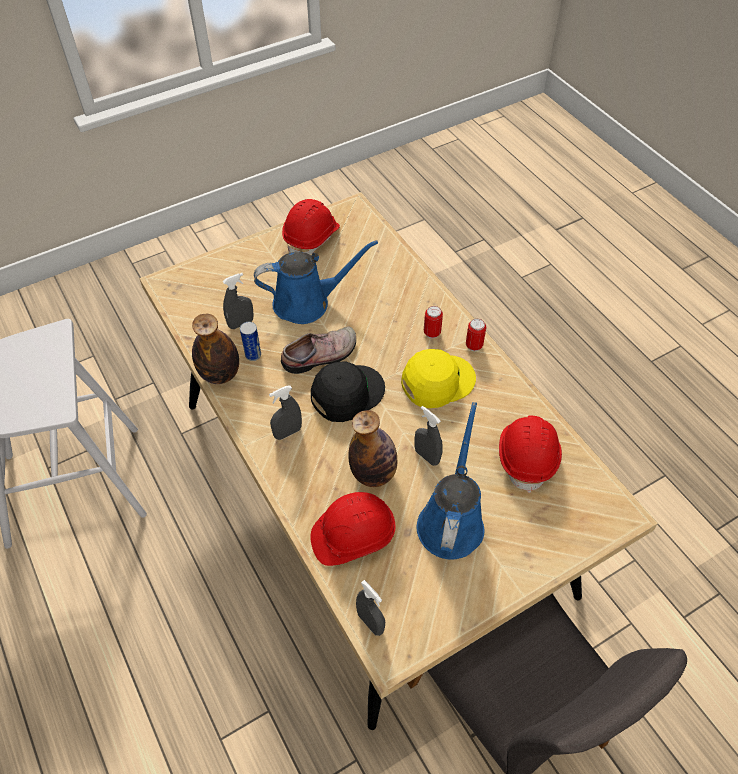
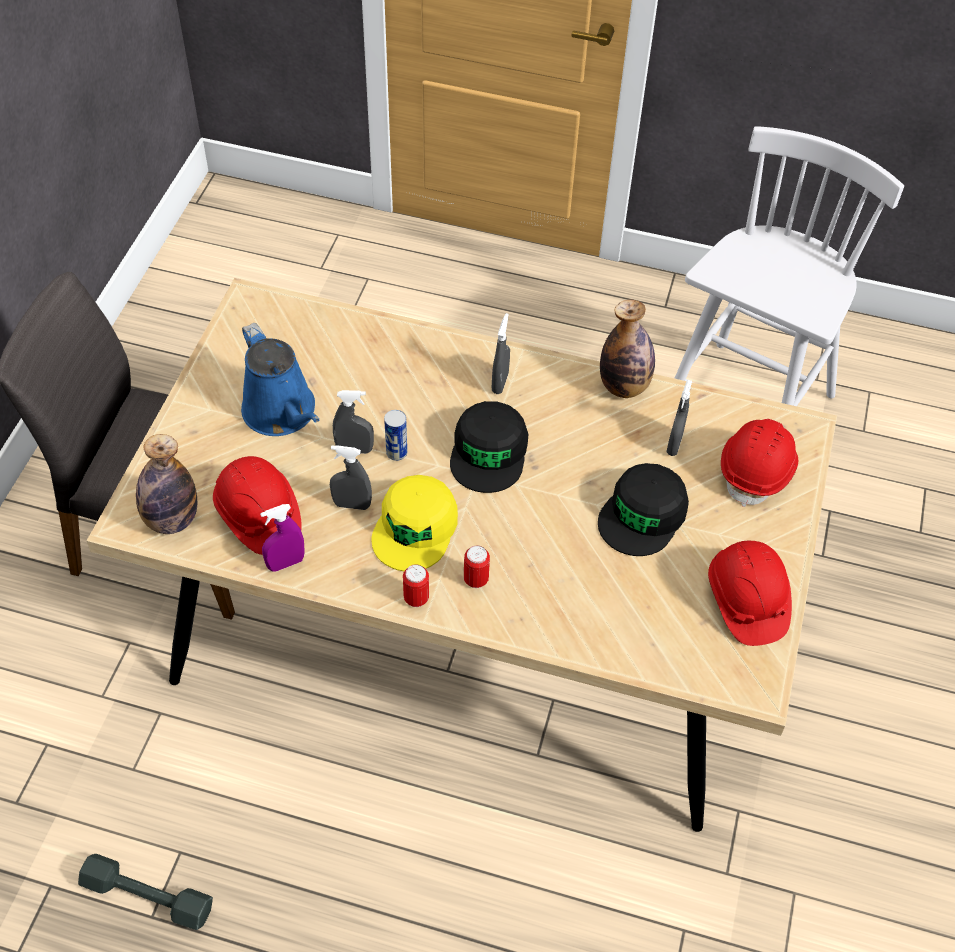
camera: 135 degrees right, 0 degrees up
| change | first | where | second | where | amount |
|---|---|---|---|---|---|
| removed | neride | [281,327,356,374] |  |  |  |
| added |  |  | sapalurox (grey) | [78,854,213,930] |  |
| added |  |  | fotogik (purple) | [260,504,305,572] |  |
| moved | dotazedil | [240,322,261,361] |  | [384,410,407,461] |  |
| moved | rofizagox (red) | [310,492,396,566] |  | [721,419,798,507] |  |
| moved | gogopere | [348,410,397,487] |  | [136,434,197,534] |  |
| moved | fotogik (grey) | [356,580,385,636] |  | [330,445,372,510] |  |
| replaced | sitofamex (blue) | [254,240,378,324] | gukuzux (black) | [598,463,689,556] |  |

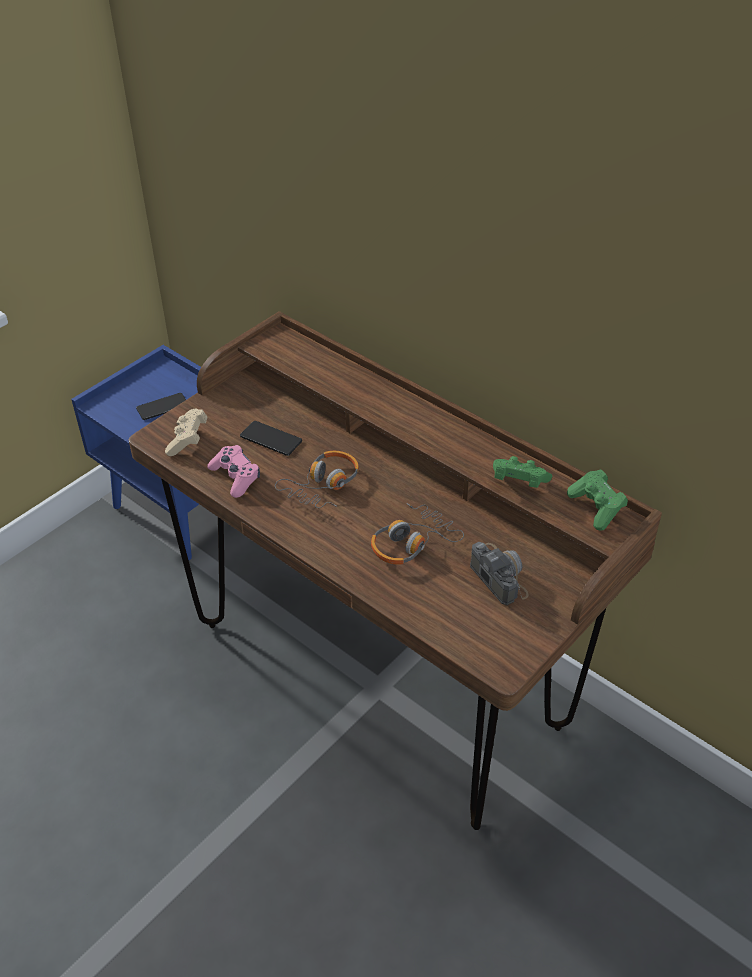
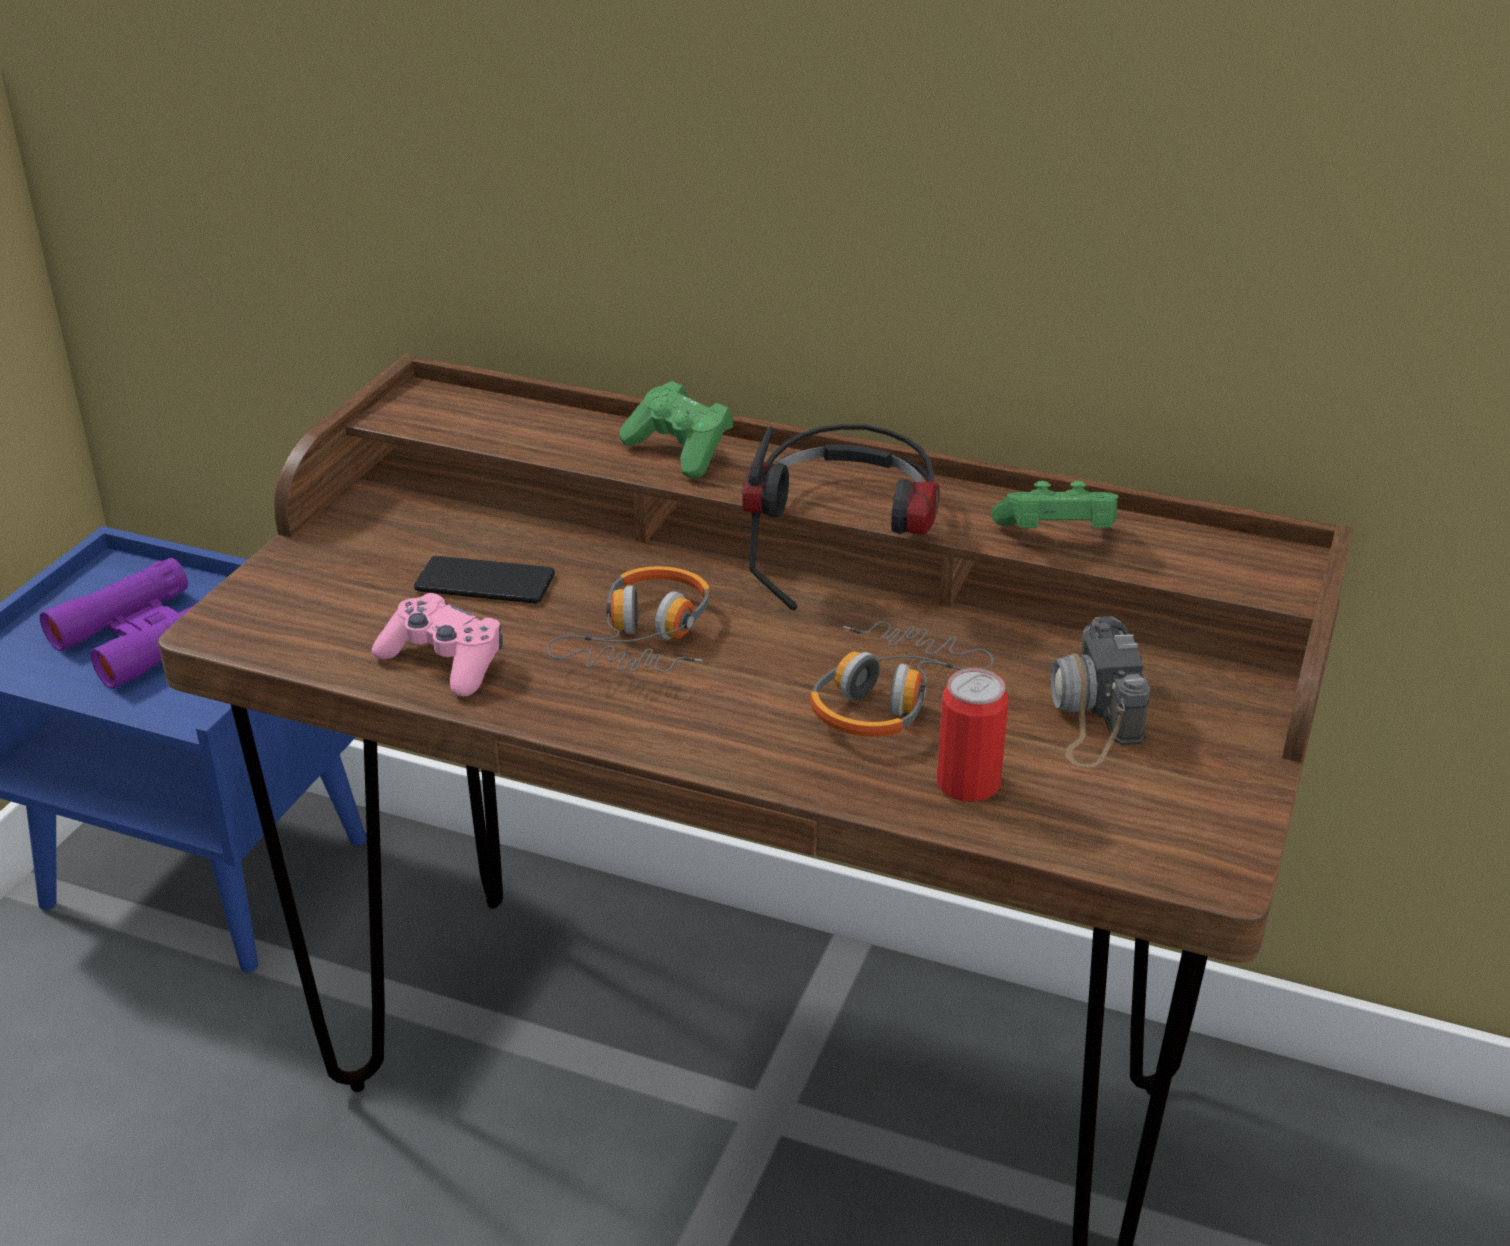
camera: 20 degrees left, 10 degrees down
| change | first | where | second | where | amount |
|---|---|---|---|---|---|
| removed | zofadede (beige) | [165,409,208,456] |  |  |  |
| added |  |  | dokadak | [742,424,940,610] |  |
| added |  |  | dotazedil | [937,668,1008,802] |  |
| moved | zofadede (green) | [567,469,628,531] |  | [620,381,733,479] |  |
| replaced | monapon | [136,393,186,420] | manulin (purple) | [40,558,203,689] |  |
| turned | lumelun | [470,542,529,605] |  | [1051,616,1150,767] | 135 degrees counterclockwise |

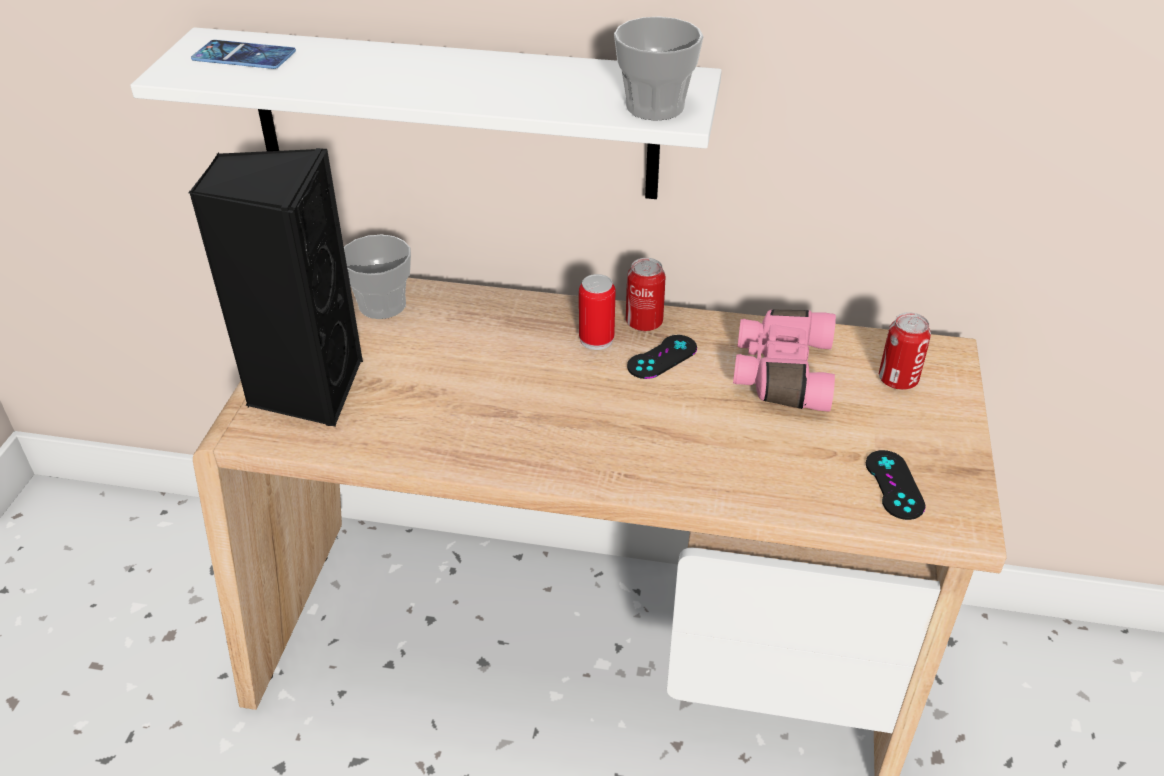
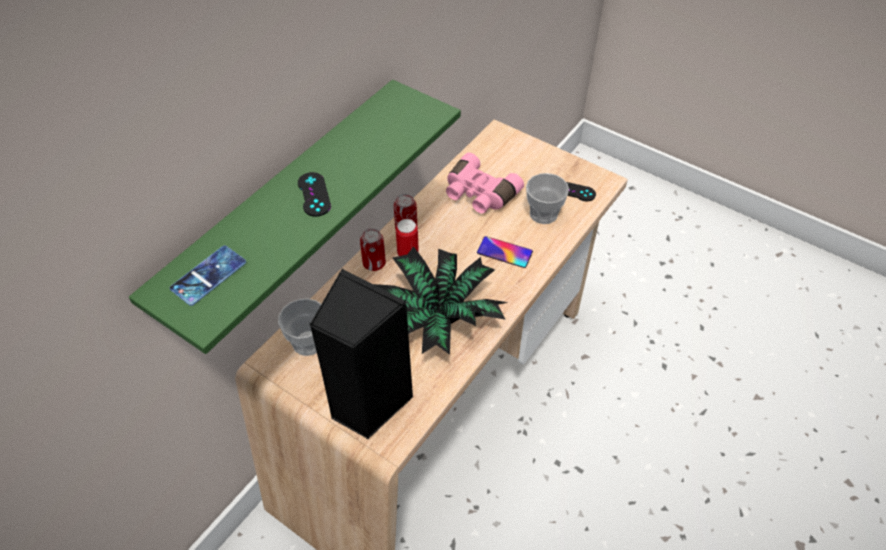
camera: 65 degrees left, 10 degrees up
| change | first | where | second | where | amount |
|---|---|---|---|---|---|
| added |  |  | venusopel | [374,247,508,355] |  |
| added |  |  | monapon | [477,236,533,268] |  |
| moved | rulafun | [614,17,704,121] |  | [526,173,569,224] |  |
| moved | zofadede (black) | [627,335,697,379] |  | [298,172,331,217] |  |
| moved | dotazedil | [879,312,931,390] |  | [360,228,386,271] |  |
| recoloured | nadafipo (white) | [130,27,722,199] | nadafipo (green) | [129,80,461,354] |  |

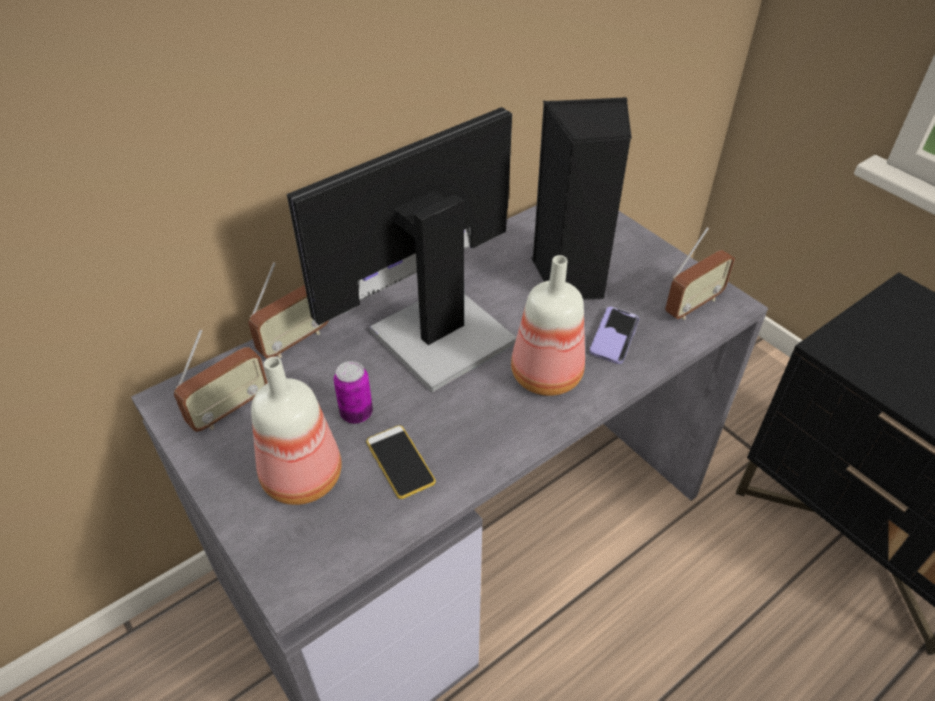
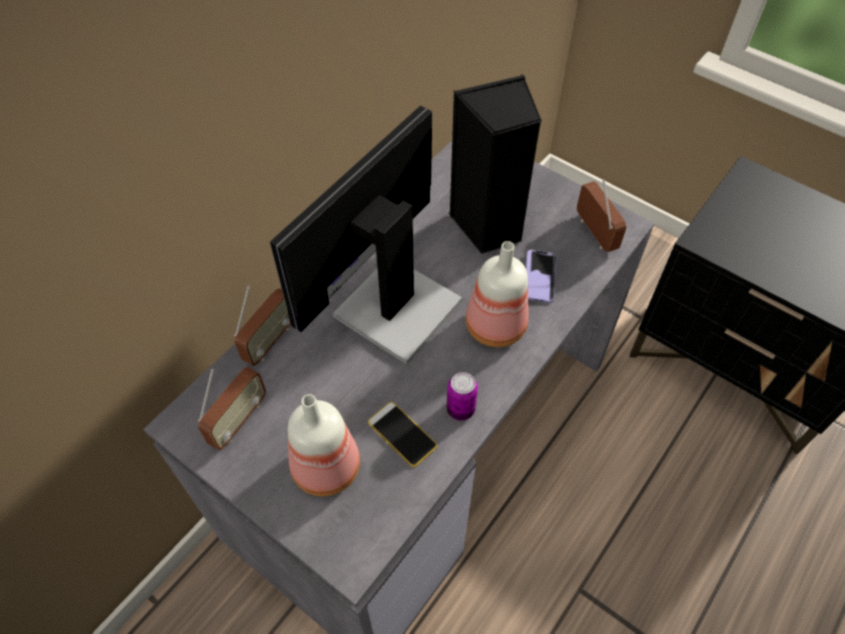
camera: 15 degrees left, 10 degrees up
| change | first | where | second | where | amount |
|---|---|---|---|---|---|
| moved | dotazedil | [334,361,373,424] |  | [447,372,478,421] |  |
| turned | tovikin | [665,227,735,320] |  | [577,179,626,252] | 60 degrees counterclockwise |

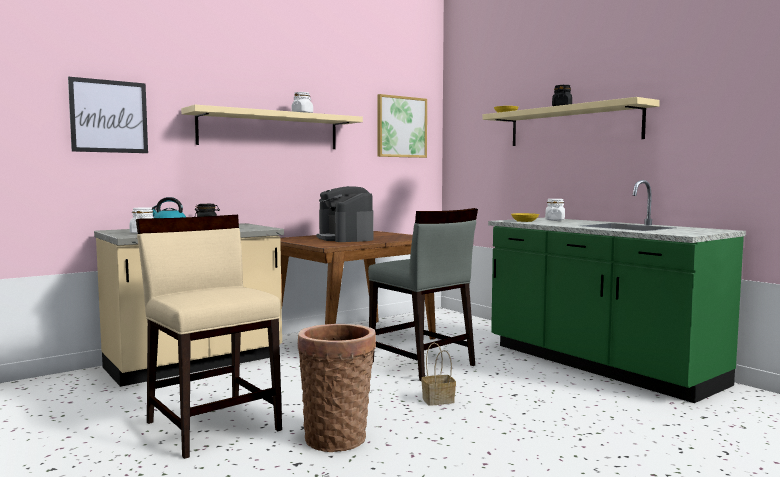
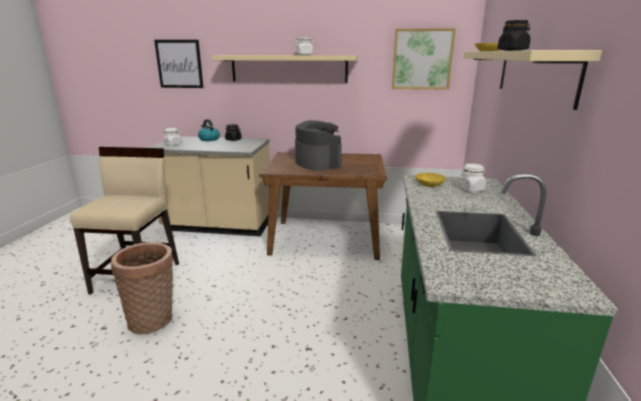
camera: 45 degrees right, 15 degrees up
| change | first | where | second | where | amount |
|---|---|---|---|---|---|
| removed | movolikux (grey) | [368,208,478,381] |  |  |  |
| removed | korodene | [421,343,456,406] |  |  |  |
| turned | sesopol | [317,186,374,242] |  | [295,120,342,171] | 135 degrees clockwise |

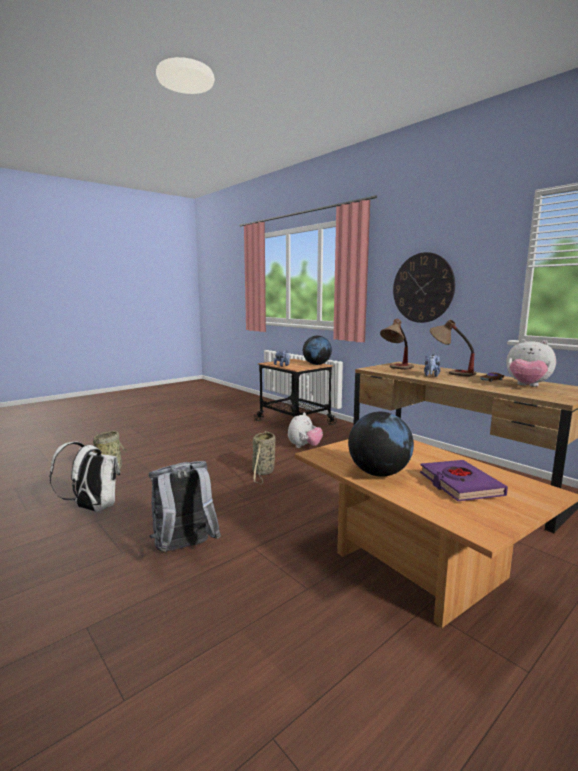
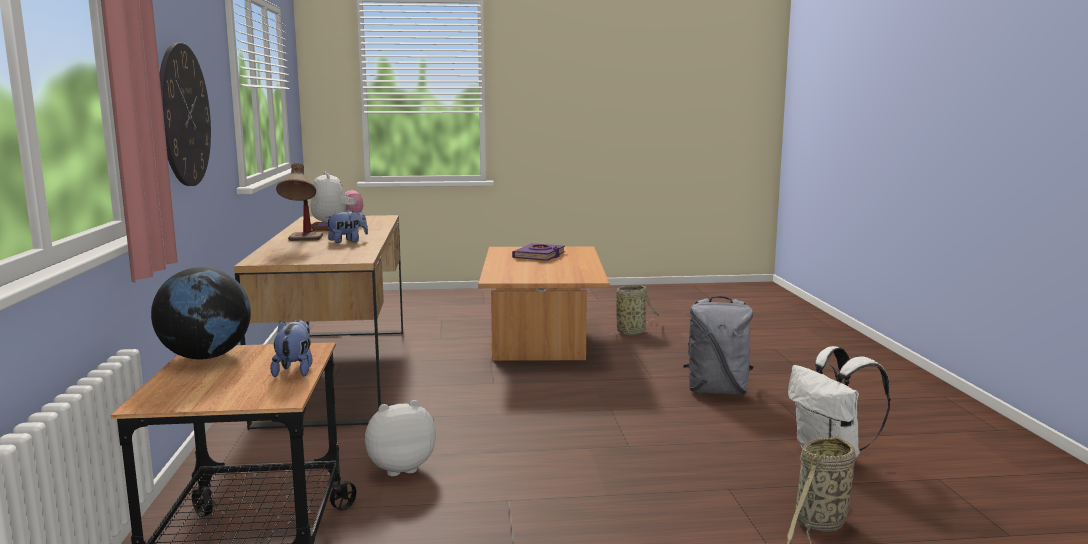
camera: 145 degrees left, 0 degrees up
| change | first | where | second | where | amount |
|---|---|---|---|---|---|
| removed | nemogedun | [348,412,414,477] |  |  |  |
| removed | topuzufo | [380,319,414,370] |  |  |  |
| moved | korodene | [252,431,276,484] |  | [609,285,659,336] |  |

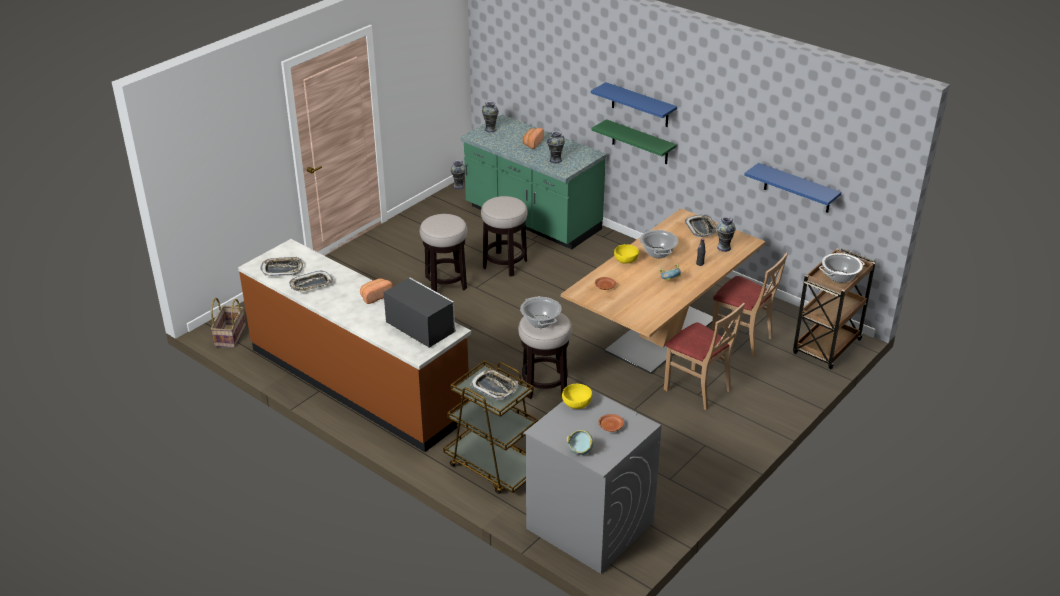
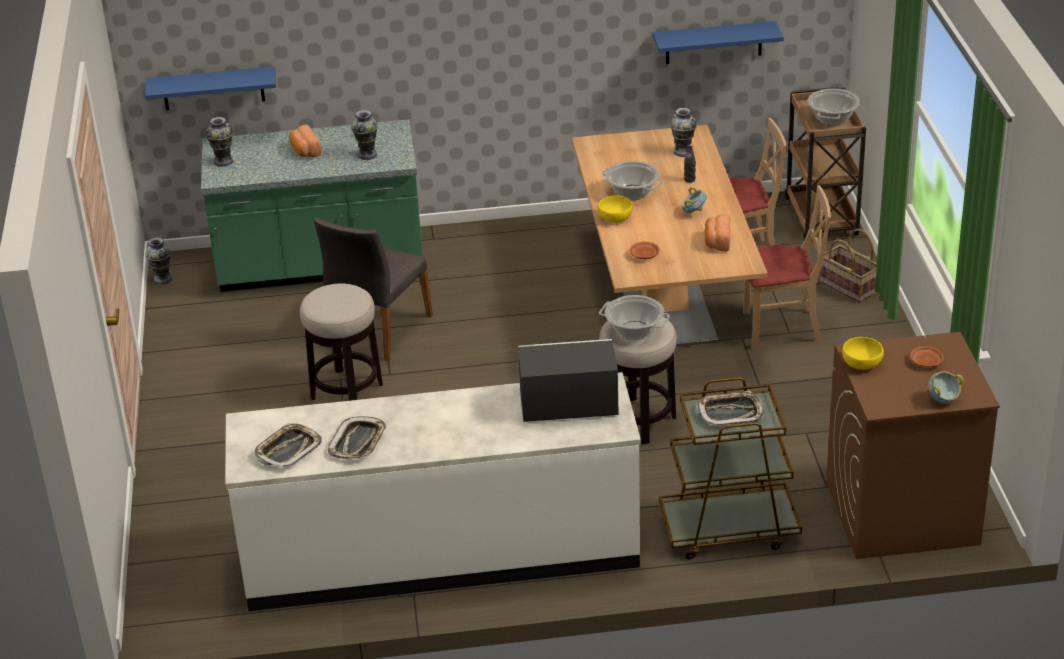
camera: 45 degrees left, 0 degrees up
| change | first | where | second | where | amount |
|---|---|---|---|---|---|
| removed | nadafipo (green) | [591,119,677,164] |  |  |  |
| removed | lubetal | [685,215,717,237] |  |  |  |
| moved | korodene | [211,298,246,348] |  | [820,229,877,303] |  |
| moved | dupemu | [360,278,393,304] |  | [704,214,730,252] |  |
| moved | nadafipo (blue) | [591,82,677,127] |  | [145,67,276,110] |  |
| replaced | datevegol | [481,196,528,276] | movolikux (grey) | [314,217,433,361] |  |
| recoloured | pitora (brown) | [238,239,471,452] | pitora (white) | [225,372,641,611] |  |
| recoloured | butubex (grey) | [524,389,662,574] | butubex (brown) | [826,332,1000,559] |  |

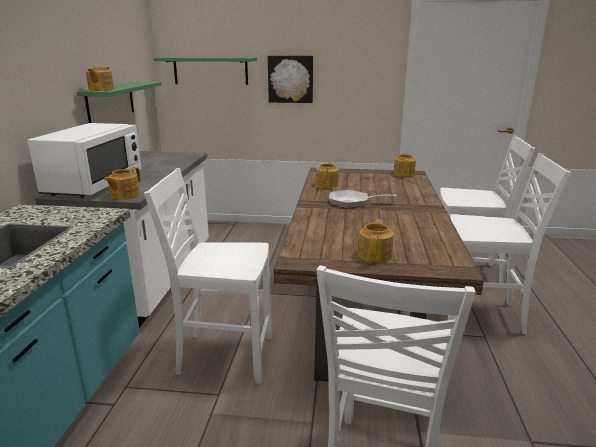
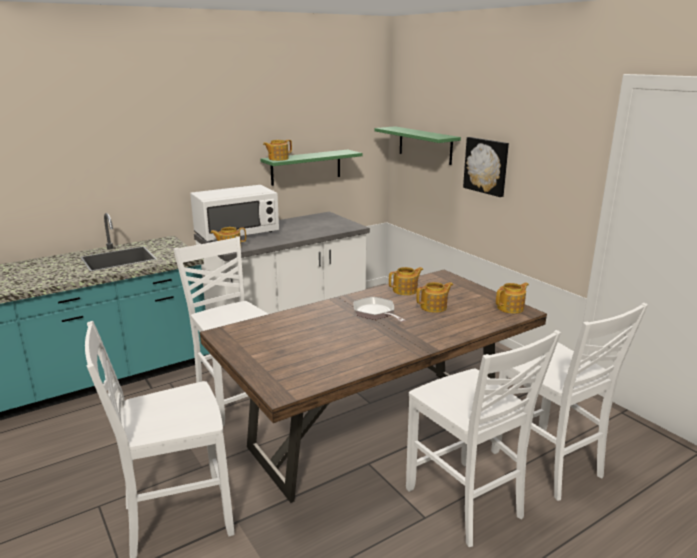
camera: 50 degrees right, 0 degrees up
| change | first | where | second | where | amount |
|---|---|---|---|---|---|
| moved | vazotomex | [358,219,394,263] |  | [416,282,453,313] |  |

